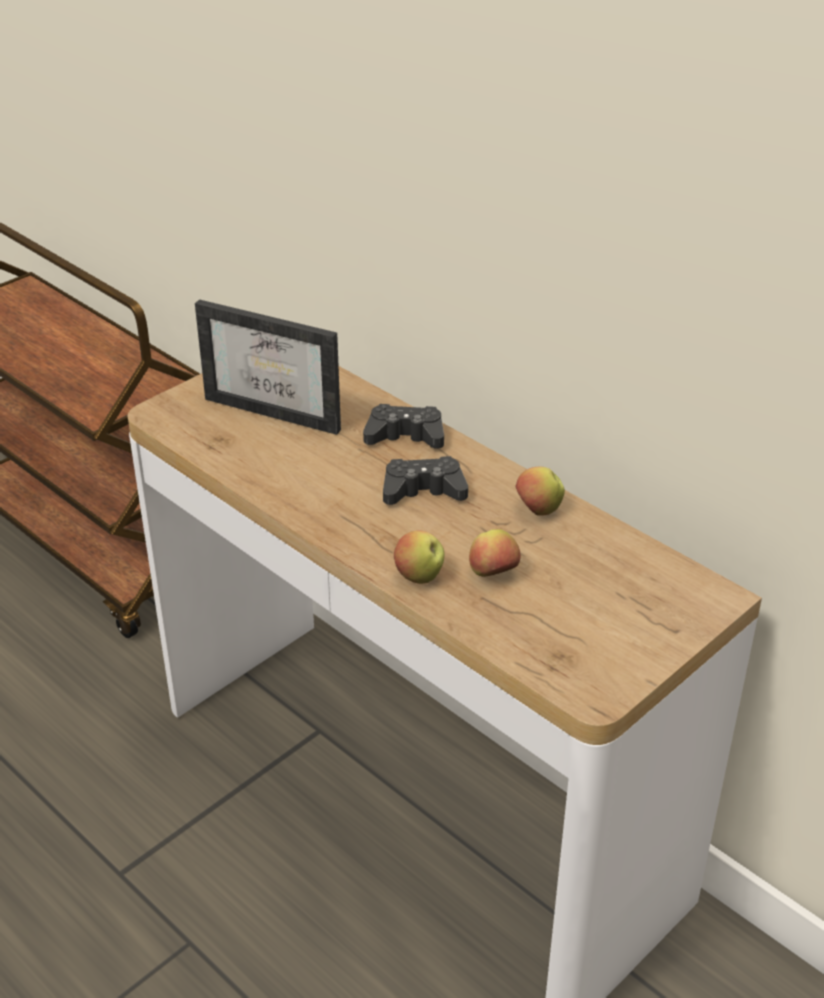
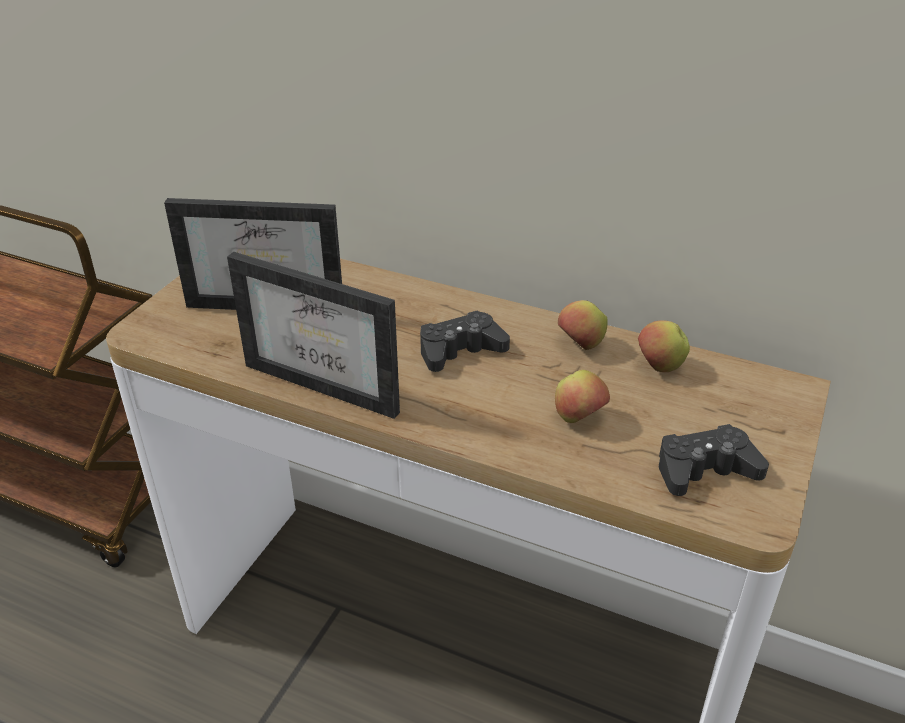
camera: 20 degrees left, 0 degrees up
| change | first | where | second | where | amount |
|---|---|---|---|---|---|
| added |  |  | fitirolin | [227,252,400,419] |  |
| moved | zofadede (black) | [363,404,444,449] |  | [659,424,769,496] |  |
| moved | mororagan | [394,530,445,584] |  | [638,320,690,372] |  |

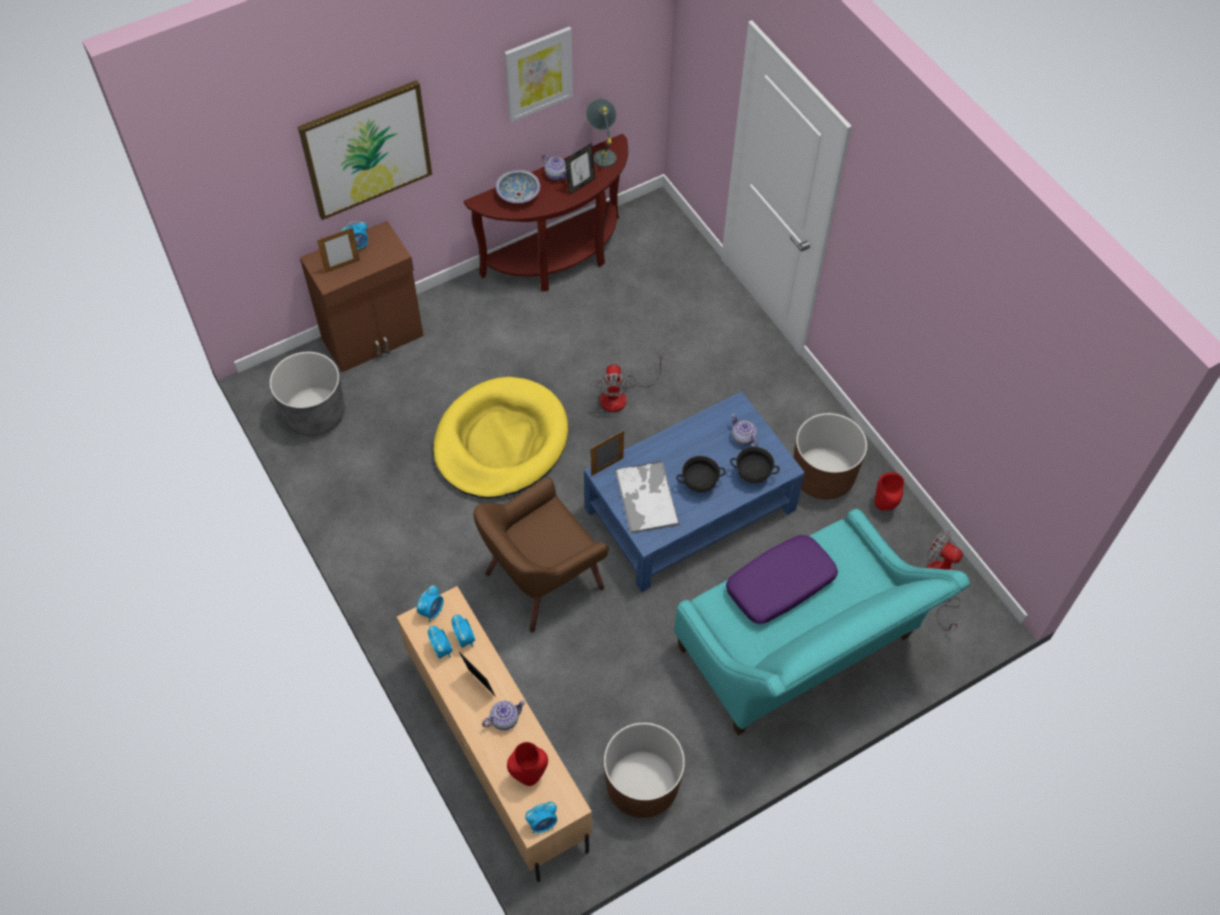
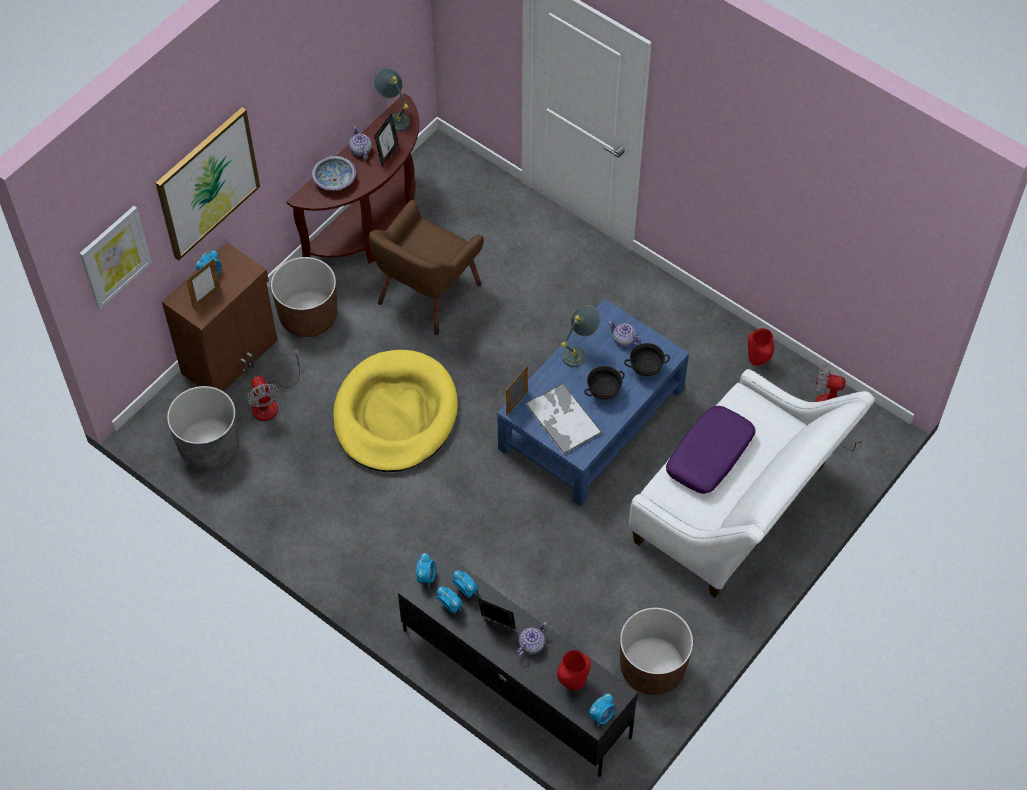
camera: 20 degrees left, 0 degrees up
| change | first | where | second | where | amount |
|---|---|---|---|---|---|
| added |  |  | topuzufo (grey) | [561,305,600,367] |  |
| moved | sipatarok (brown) | [474,477,609,633] |  | [369,200,484,335] |  |
| moved | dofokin | [504,26,573,122] |  | [79,206,152,309] |  |
| moved | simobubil | [596,352,664,412] |  | [247,349,300,421] |  |
| moved | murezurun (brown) | [794,413,867,499] |  | [271,257,337,337] |  |
| recoloured | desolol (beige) | [397,586,592,882] | desolol (black) | [398,549,638,777] |  |
| recoloured | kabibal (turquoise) | [674,509,971,735] | kabibal (white) | [629,369,875,598] |  |
| turned | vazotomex | [542,154,567,180] |  | [349,127,372,159] | 135 degrees counterclockwise |

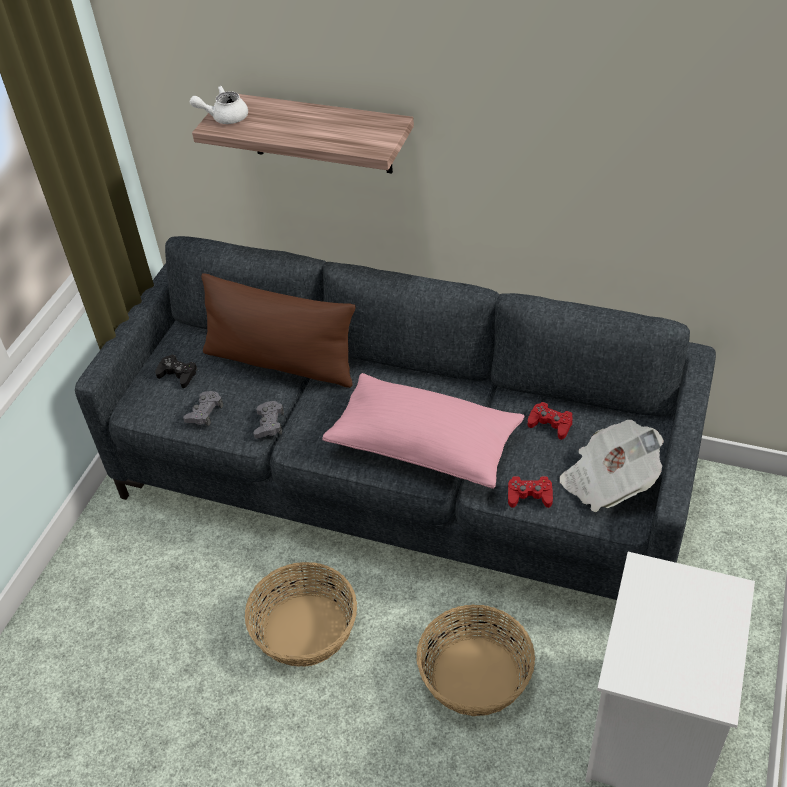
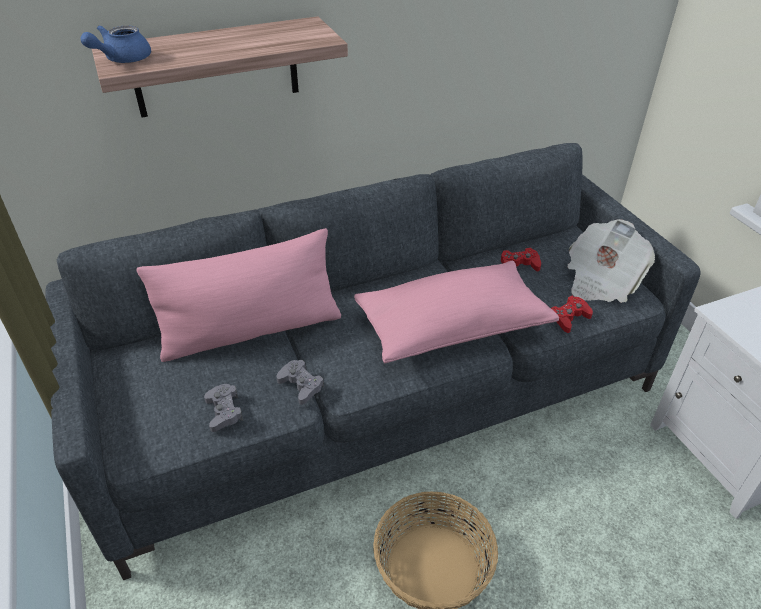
camera: 45 degrees left, 5 degrees down
| change | first | where | second | where | amount |
|---|---|---|---|---|---|
| removed | zofadede (black) | [155,354,198,388] |  |  |  |
| removed | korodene | [416,605,535,716] |  |  |  |
| recoloured | vazotomex (white) | [189,86,248,124] | vazotomex (blue) | [80,25,151,63] |  |
| recoloured | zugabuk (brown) | [201,273,356,388] | zugabuk (pink) | [137,228,341,362] |  |

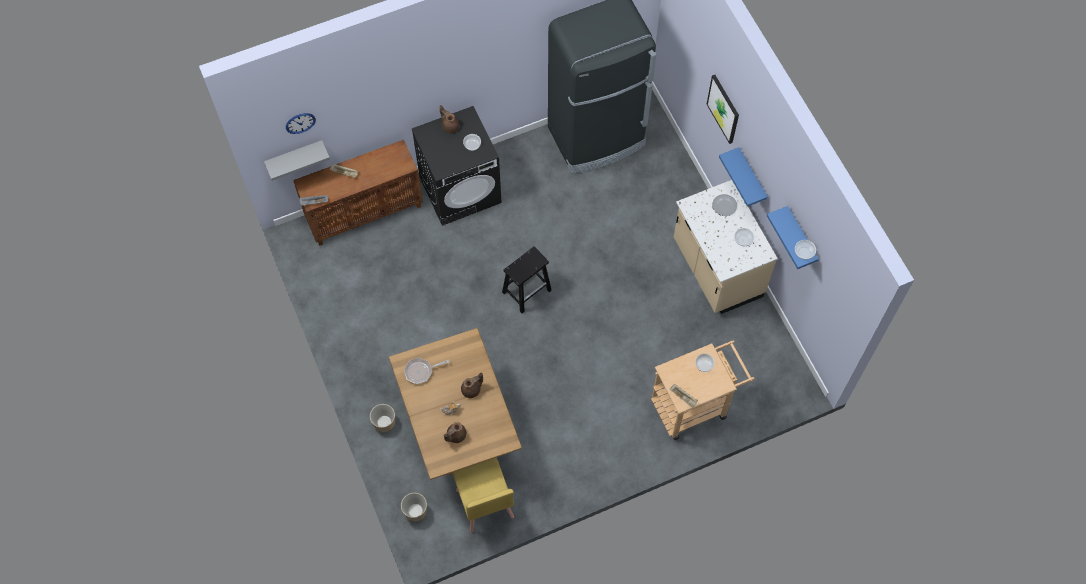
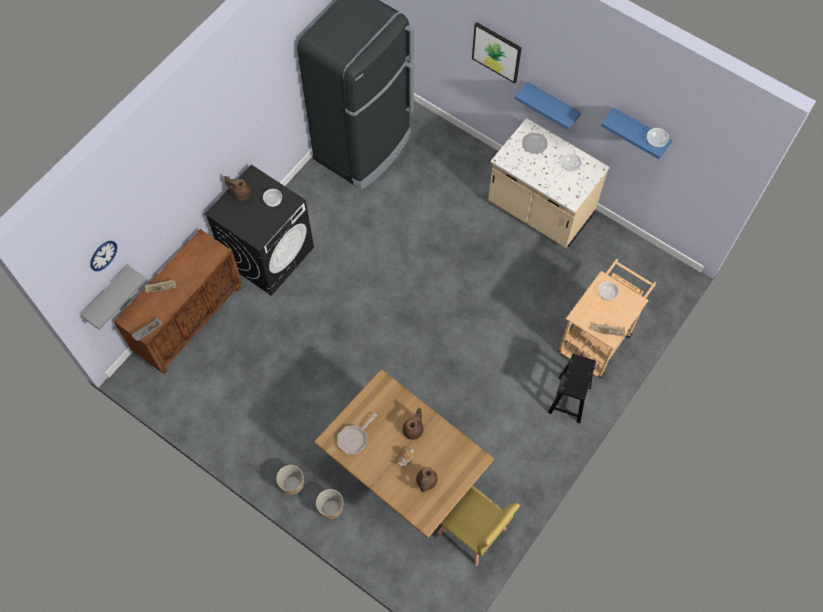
camera: 30 degrees left, 0 degrees up
| change | first | where | second | where | amount |
|---|---|---|---|---|---|
| moved | murezurun | [401,493,427,522] |  | [276,465,304,495] |  |
| moved | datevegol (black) | [502,247,552,313] |  | [548,354,596,423] |  |

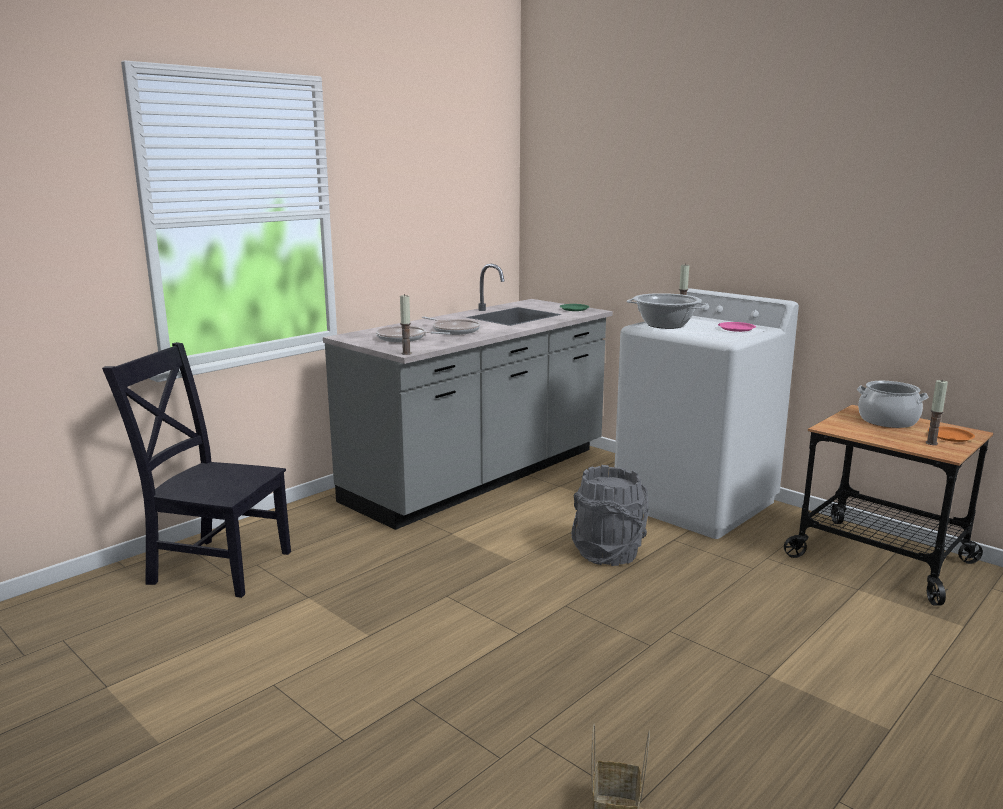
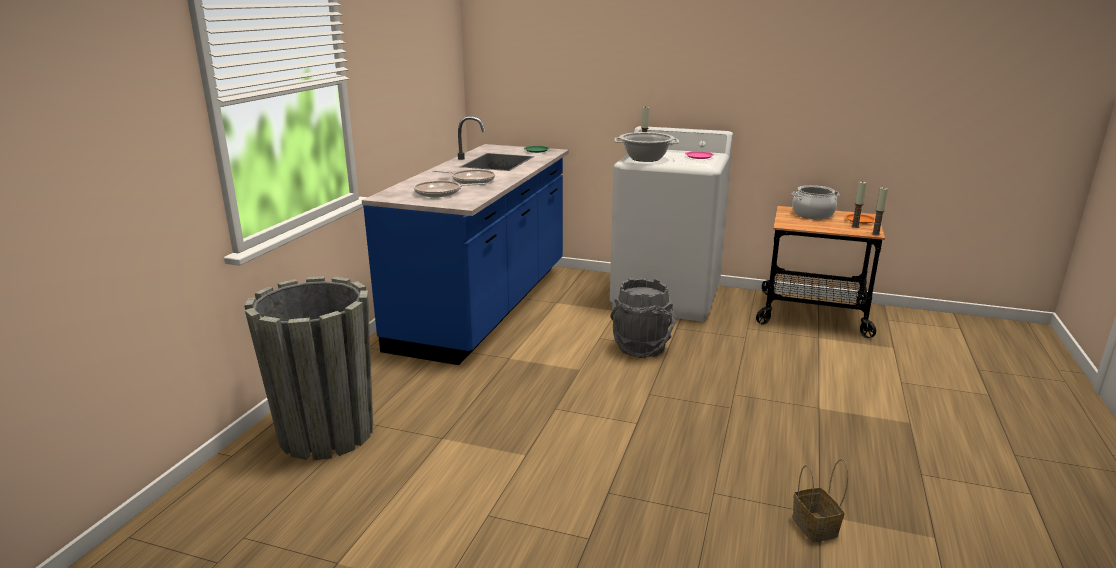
camera: 25 degrees left, 5 degrees up
| change | first | where | second | where | amount |
|---|---|---|---|---|---|
| moved | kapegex | [400,294,412,355] |  | [872,188,888,235] |  |
| replaced | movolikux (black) | [102,342,291,598] | murezurun (grey) | [244,276,373,460] |  |
| recoloured | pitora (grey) | [323,264,613,530] | pitora (blue) | [362,116,569,365] |  |

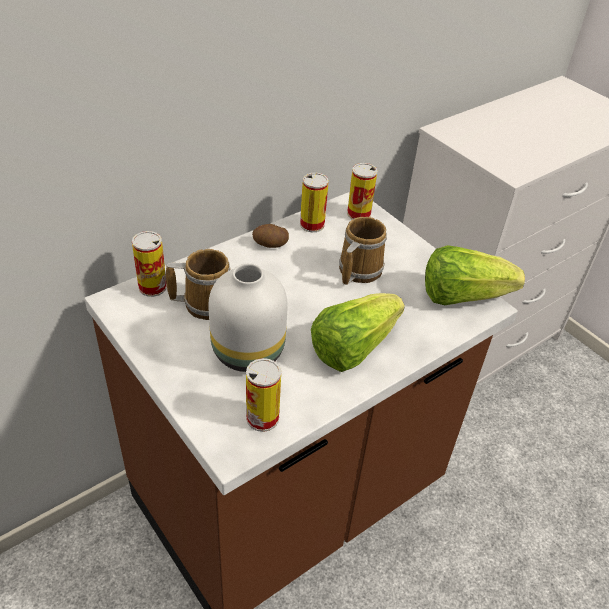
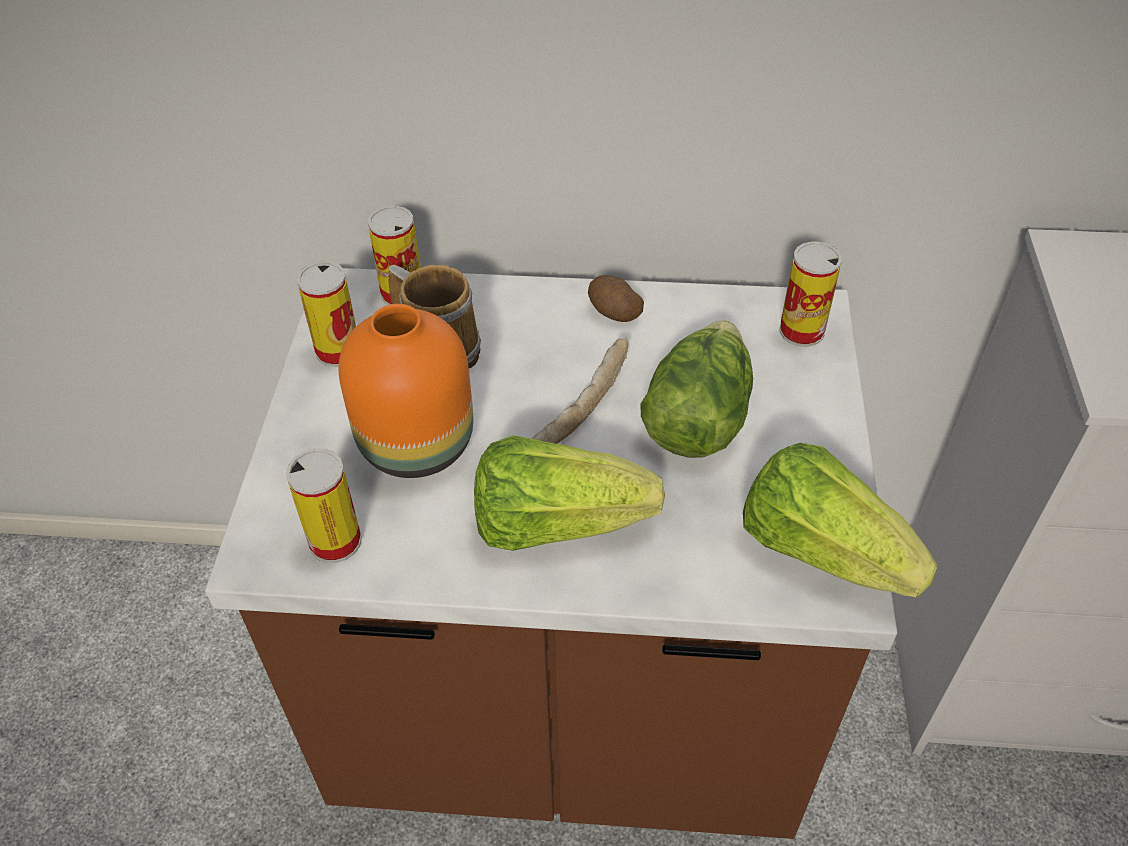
camera: 45 degrees right, 5 degrees up
| change | first | where | second | where | amount |
|---|---|---|---|---|---|
| added |  |  | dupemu | [531,338,629,444] |  |
| moved | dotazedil | [300,173,329,232] |  | [297,261,356,367] |  |
| replaced | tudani | [339,217,387,285] | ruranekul | [641,320,753,458] |  |
| recoloured | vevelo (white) | [209,263,287,372] | vevelo (orange) | [338,304,473,478] |  |

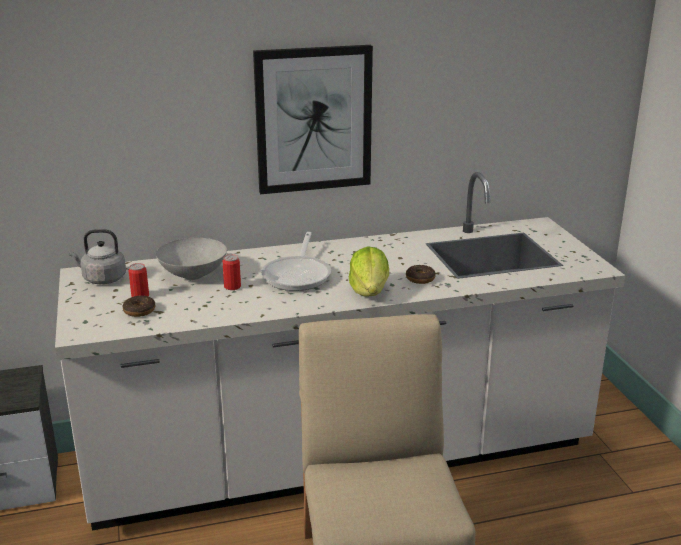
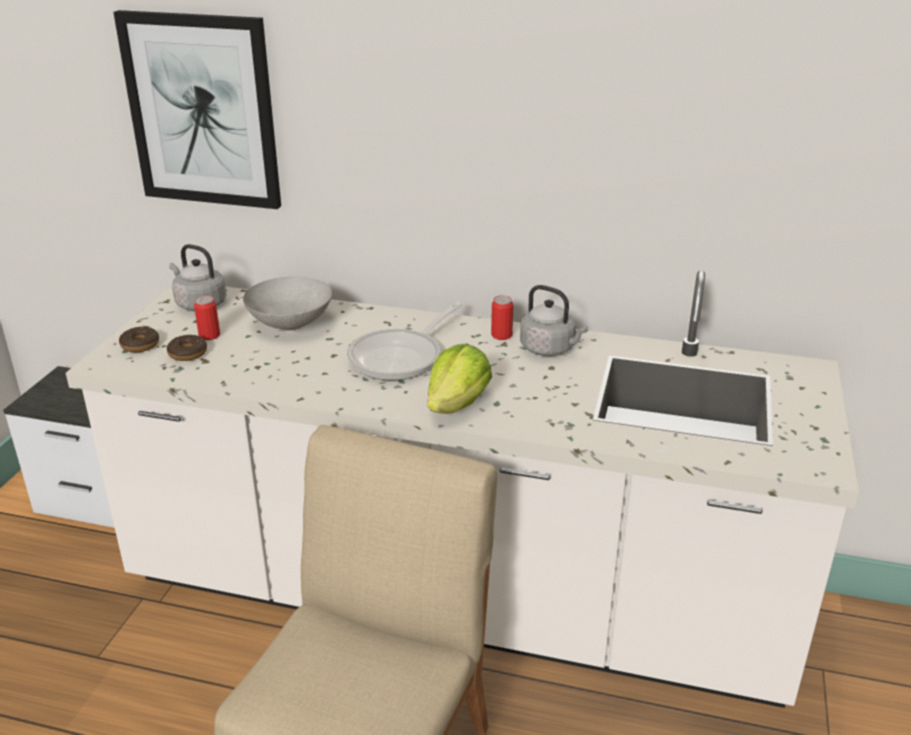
camera: 30 degrees right, 5 degrees up
| change | first | where | second | where | amount |
|---|---|---|---|---|---|
| added |  |  | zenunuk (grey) | [520,285,588,356] |  |
| moved | dotazedil | [222,254,241,290] |  | [491,295,513,340] |  |
| moved | dofokin | [253,45,373,194] |  | [113,10,281,209] |  |
| moved | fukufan | [406,265,436,284] |  | [119,327,159,352] |  |

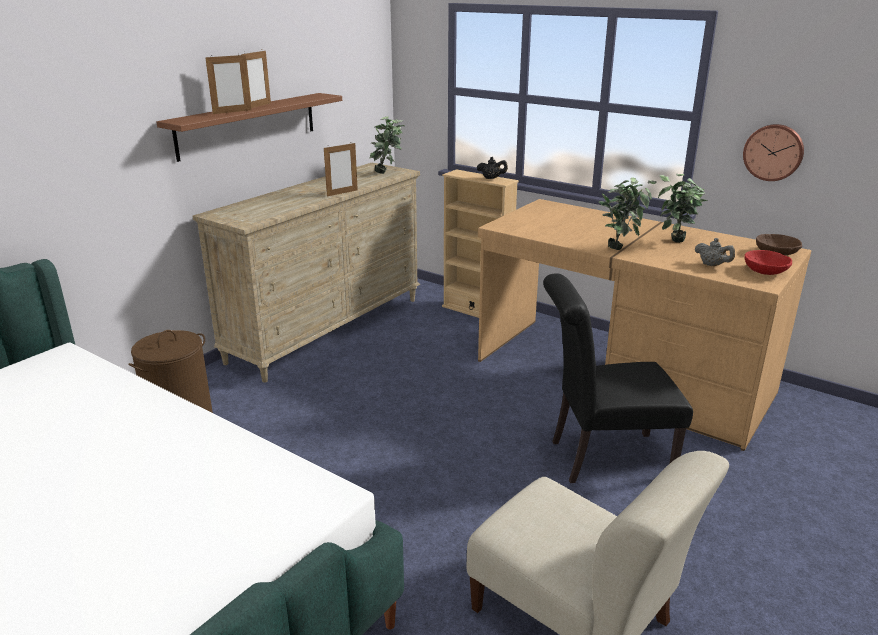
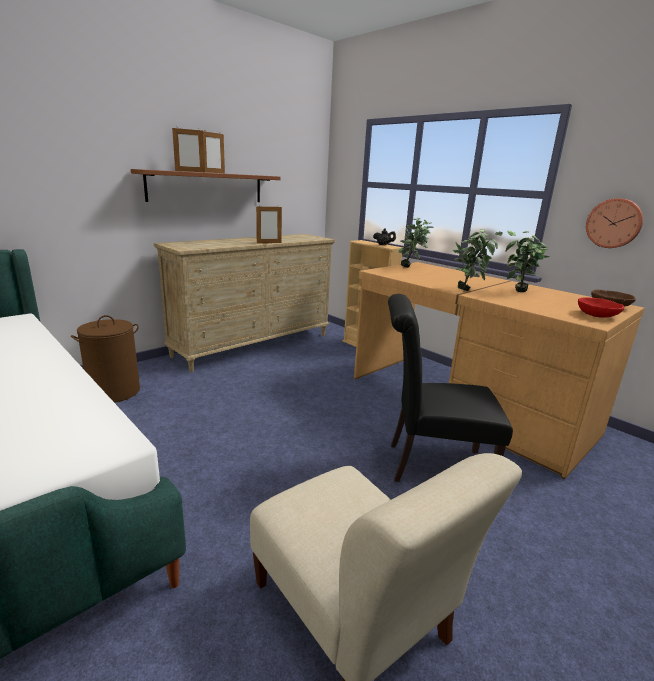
camera: 10 degrees right, 5 degrees down
| change | first | where | second | where | amount |
|---|---|---|---|---|---|
| removed | vazotomex (grey) | [694,238,735,266] |  |  |  |
| moved | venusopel | [369,116,405,174] |  | [398,218,434,268] |  |

